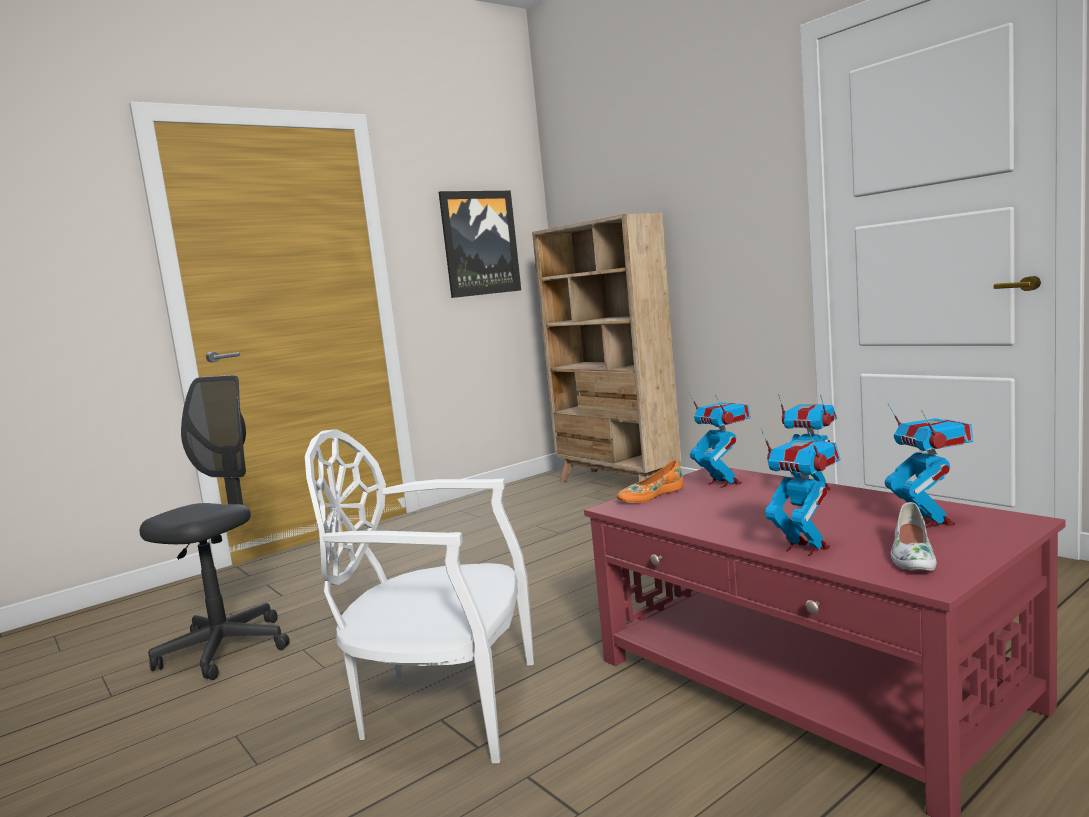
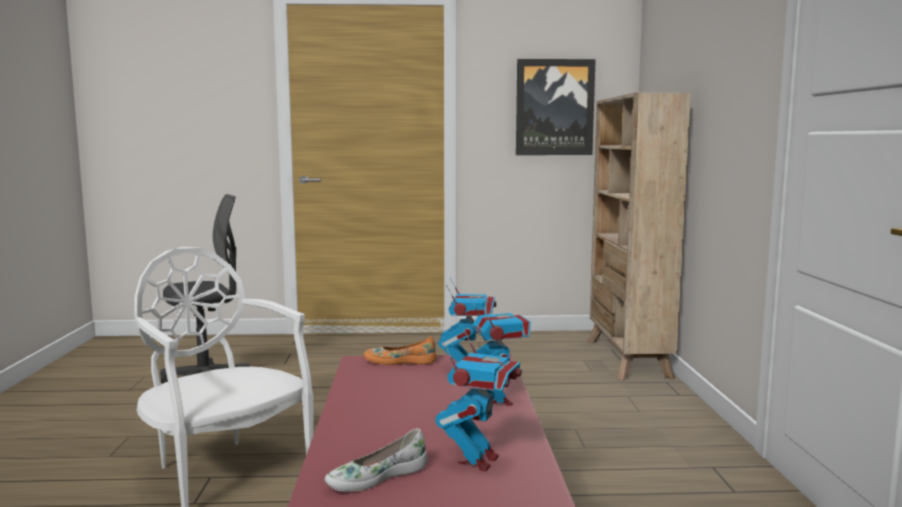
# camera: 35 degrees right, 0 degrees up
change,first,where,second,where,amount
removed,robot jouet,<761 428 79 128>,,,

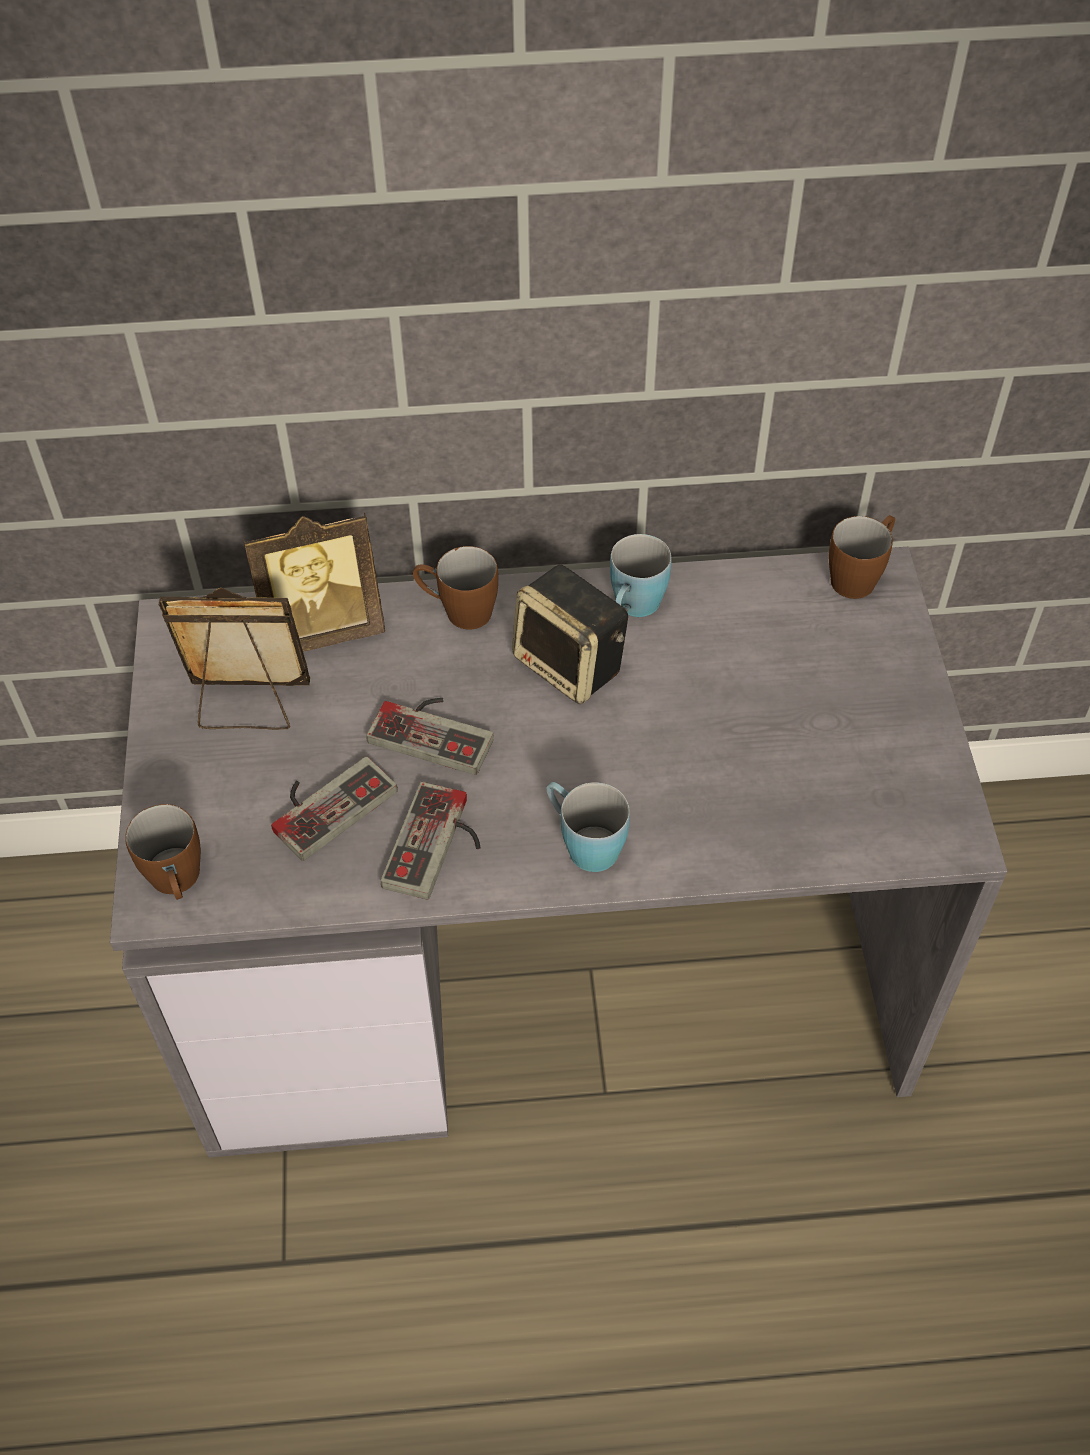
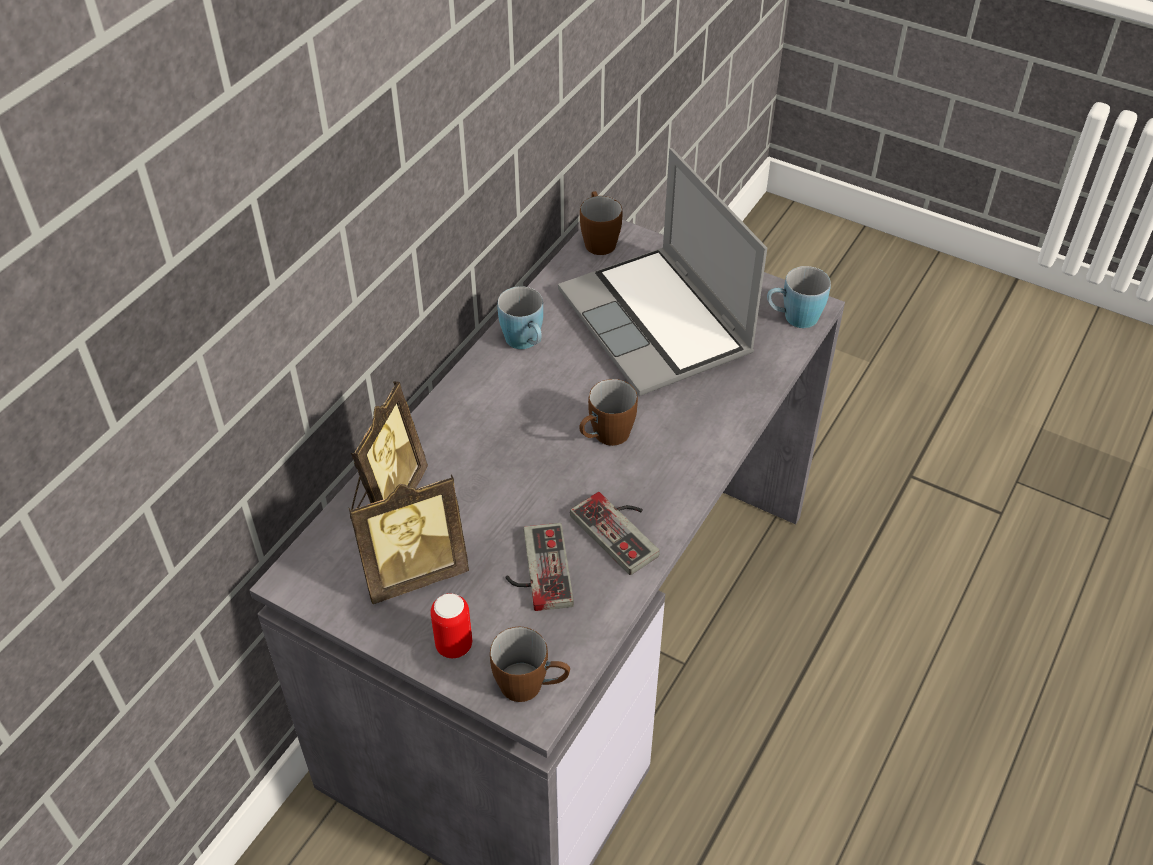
# camera: 55 degrees left, 5 degrees down
change,first,where,second,where,amount
turned,cadre photo,<159 588 151 142>,,<348 474 121 130>,150 degrees counterclockwise
removed,manette,<366 698 128 77>,,,
moved,mug [marron],<413 546 85 84>,,<579 379 59 67>,
removed,enceinte,<512 565 116 139>,,,
moved,mug [bleu],<547 782 83 90>,,<767 266 64 62>,
added,,,boîte métallique,<431 593 41 65>,
added,,,ordinateur portable,<558 148 209 248>,

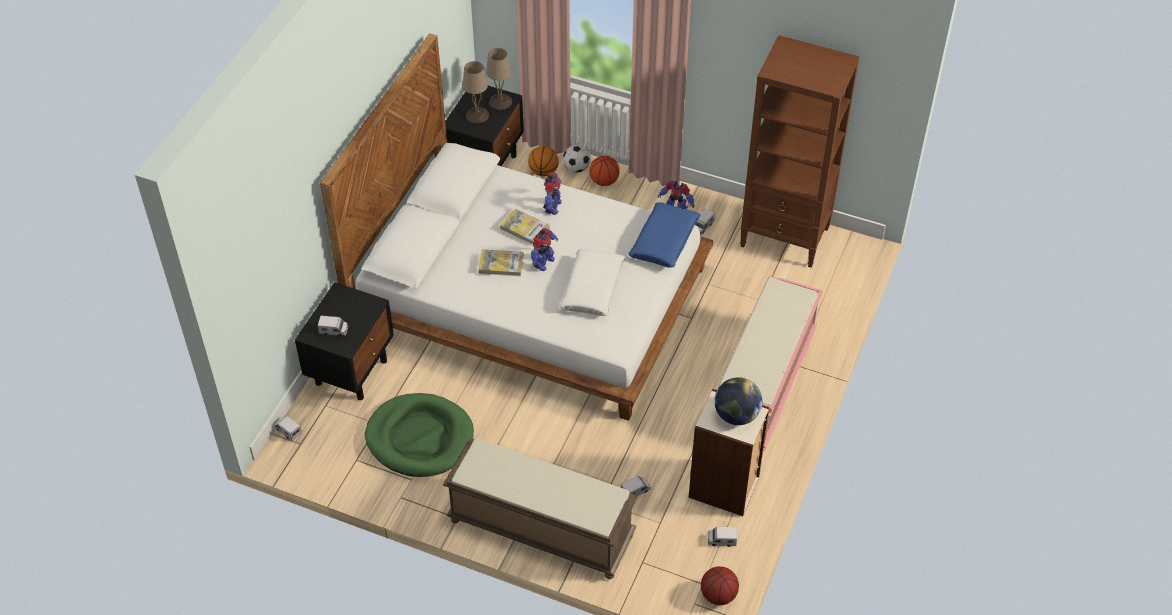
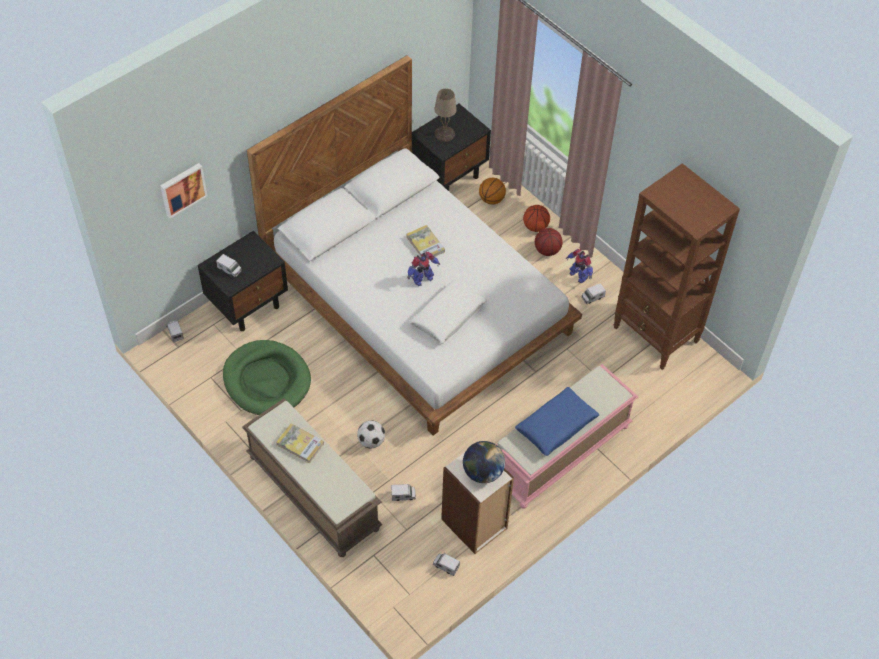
# camera: 25 degrees right, 5 degrees up
change,first,where,second,where,amount
moved,livre,<478 249 46 27>,,<276 423 48 40>,
removed,lampe de table [beige],<486 48 26 62>,,,
removed,robot jouet,<543 172 19 43>,,,
moved,ballon de foot,<563 145 28 28>,,<357 420 28 29>,
moved,coussin [bleu],<628 202 72 66>,,<515 387 84 69>,
moved,ballon de basket,<701 566 38 39>,,<535 228 28 28>,
added,,,tableau,<160 163 47 55>,

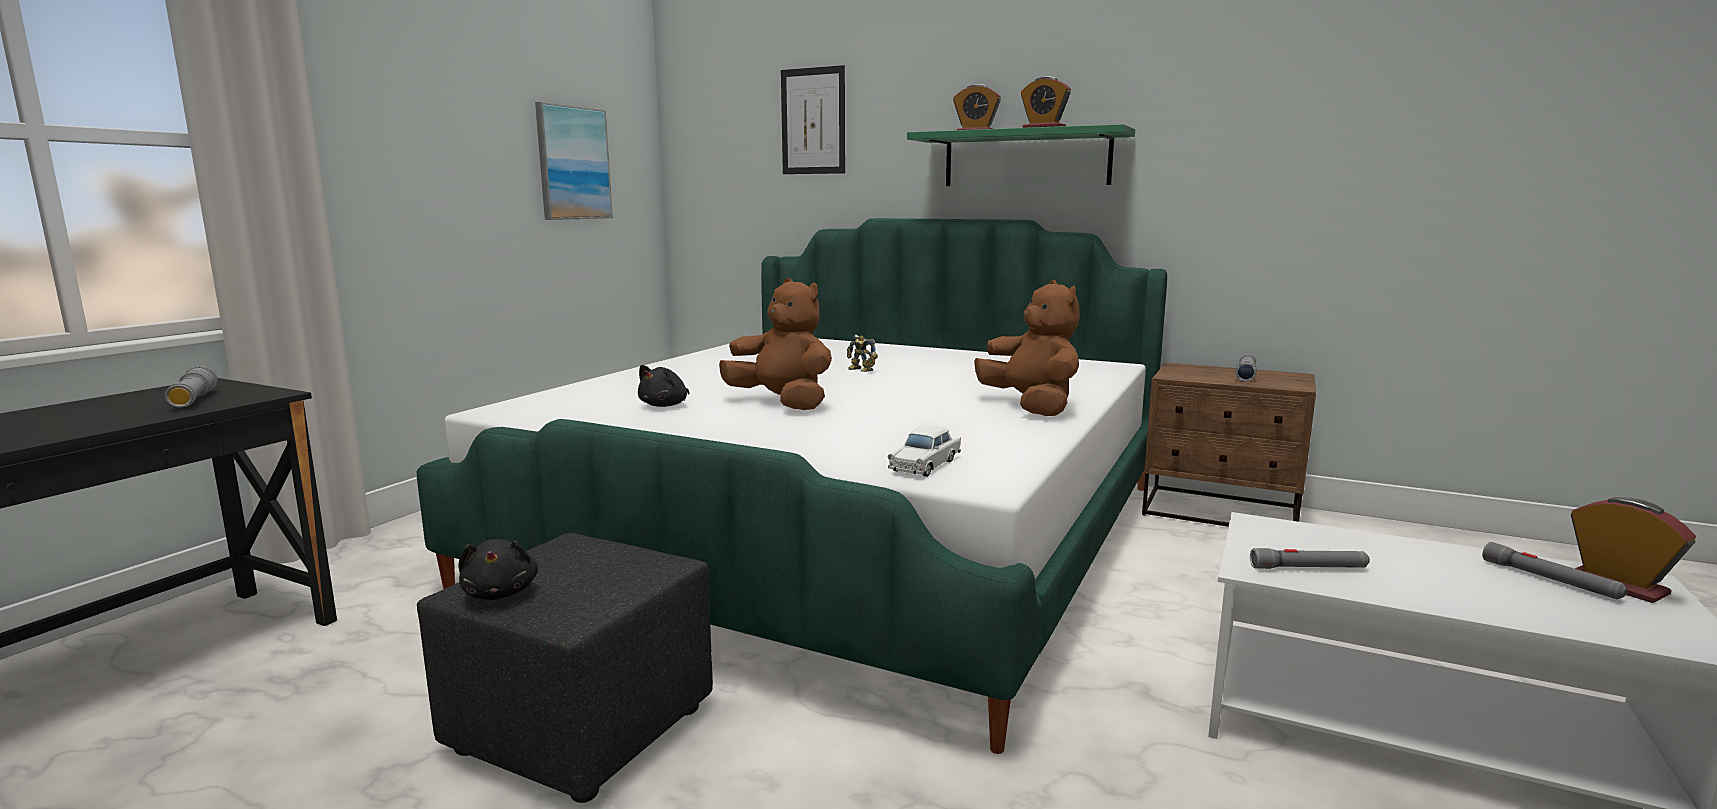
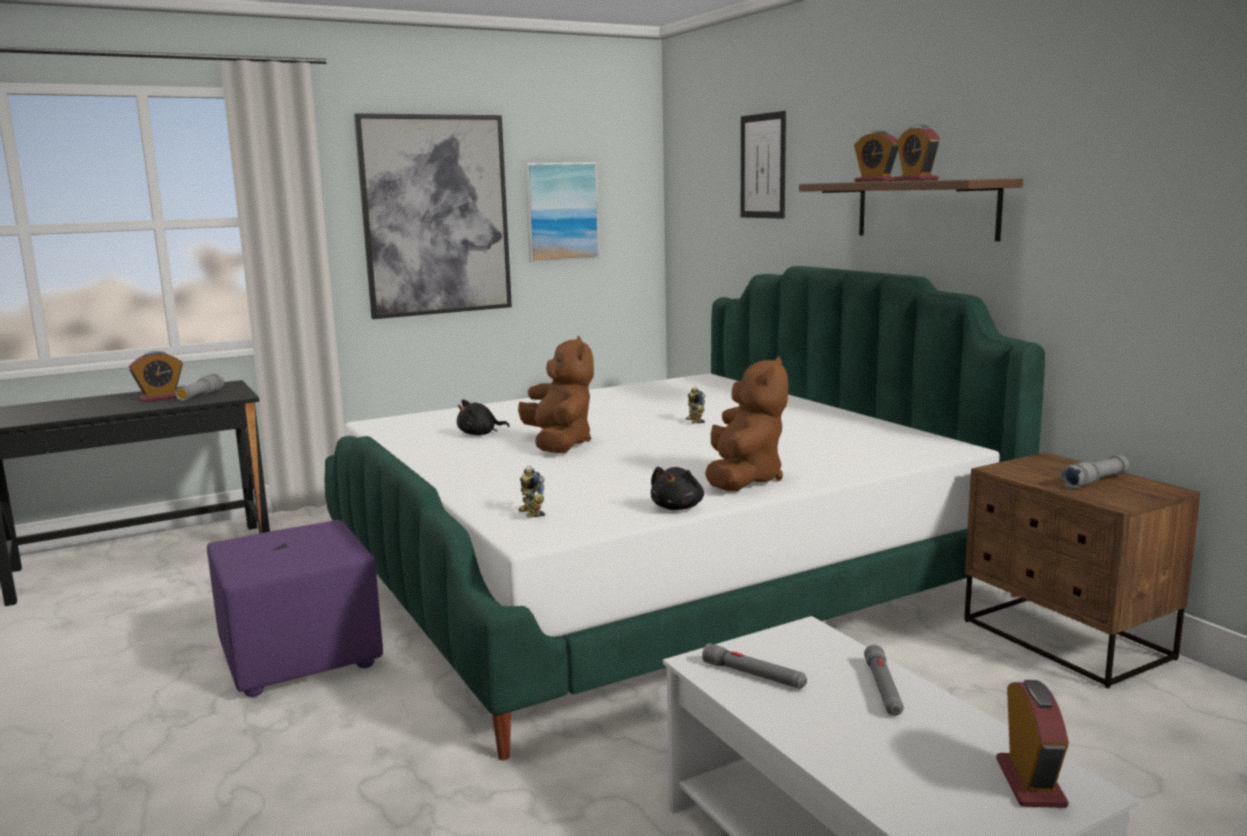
# camera: 35 degrees right, 0 degrees up
change,first,where,second,where,amount
recoloured,pouf [noir],<417 533 296 270>,pouf [violet],<207 520 176 177>,
moved,peluche [noir],<458 539 80 61>,,<651 467 53 43>,
replaced,petite voiture [blanc],<888 426 73 51>,robot jouet,<518 466 27 52>,
recoloured,étagère [vert],<907 124 228 62>,étagère [marron],<799 178 224 63>,
moved,lampe de poche [gris],<1482 542 145 57>,,<864 645 40 71>,
added,,,réveil,<129 351 54 51>,
added,,,tableau,<354 113 158 206>,

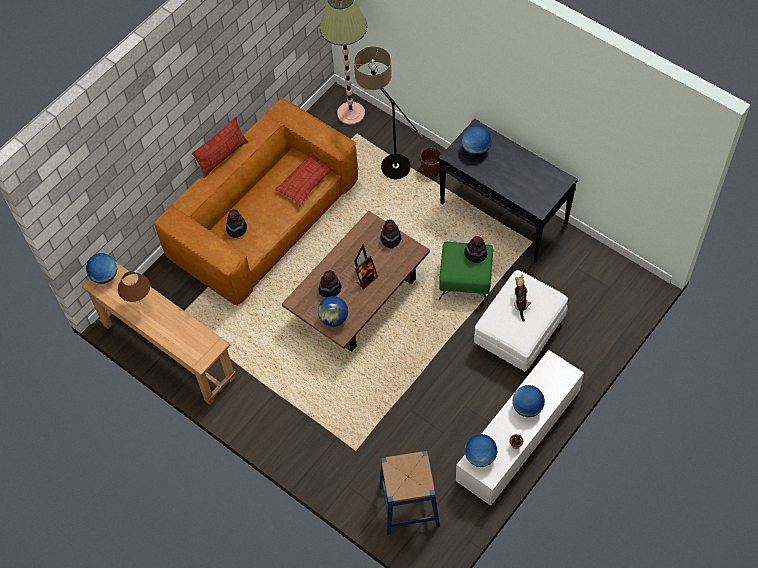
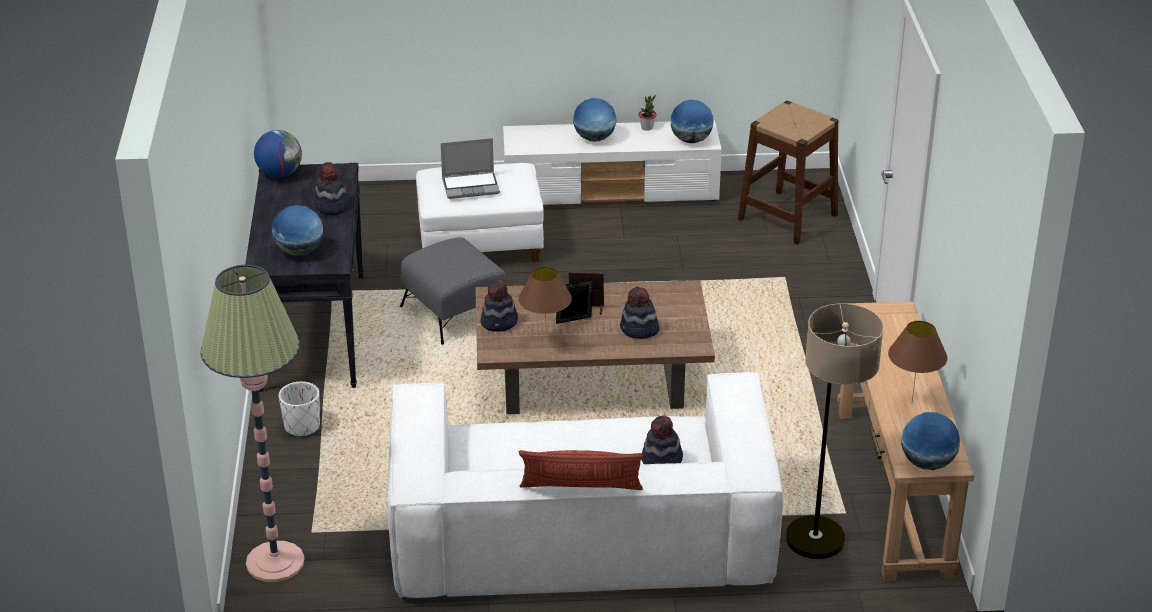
# camera: 135 degrees left, 25 degrees down
change,first,where,second,where,amount
recoloured,canapé [marron],<154 98 204 208>,canapé [blanc],<387 372 397 226>,
removed,coussin,<274 153 60 53>,,,
moved,globe,<318 296 30 31>,,<254 130 48 48>,
moved,lampadaire,<354 46 69 133>,,<786 303 98 256>,
recoloured,tabouret [bleu],<379 451 61 84>,tabouret [marron],<738 101 101 144>,
recoloured,cache-pot [marron],<420 147 22 29>,cache-pot [blanc],<279 381 41 56>,
recoloured,pouf [vert],<439 242 54 62>,pouf [gris],<400 237 107 107>,
moved,chapeau,<464 236 23 27>,,<314 162 35 53>,
replaced,peluche,<514 275 17 47>,ordinateur portable,<441 138 59 61>,
added,,,lampe de table [marron],<518 267 54 77>,

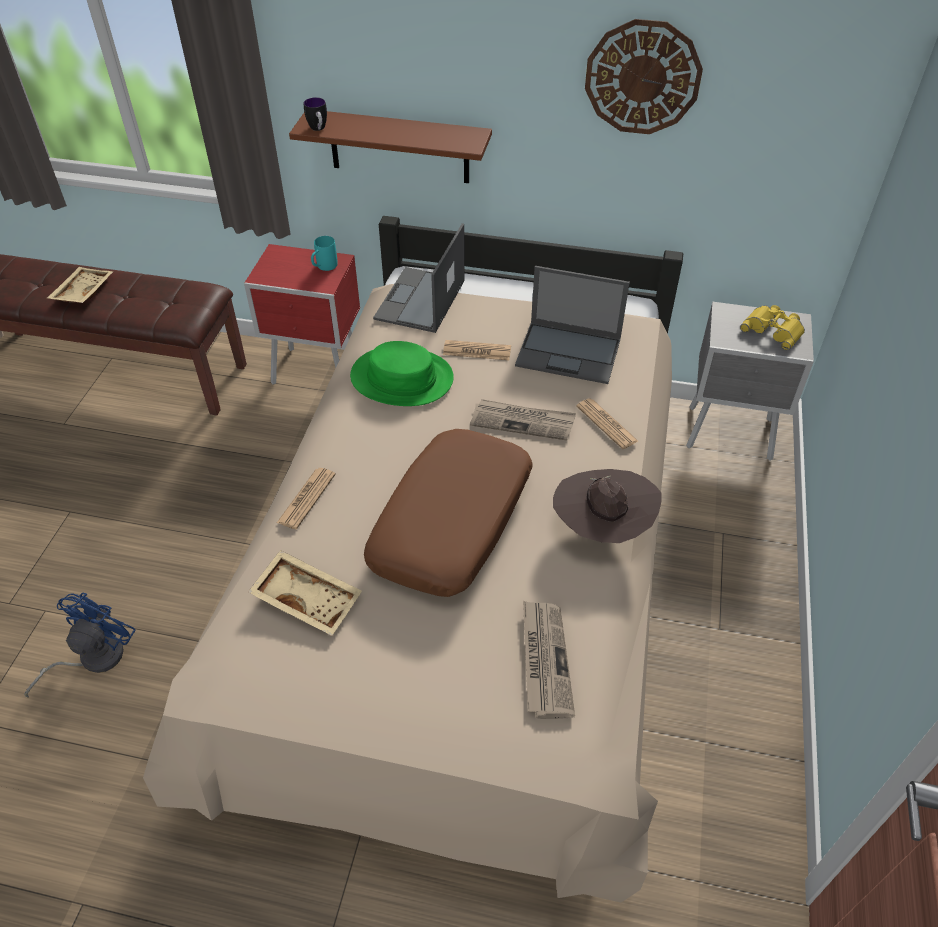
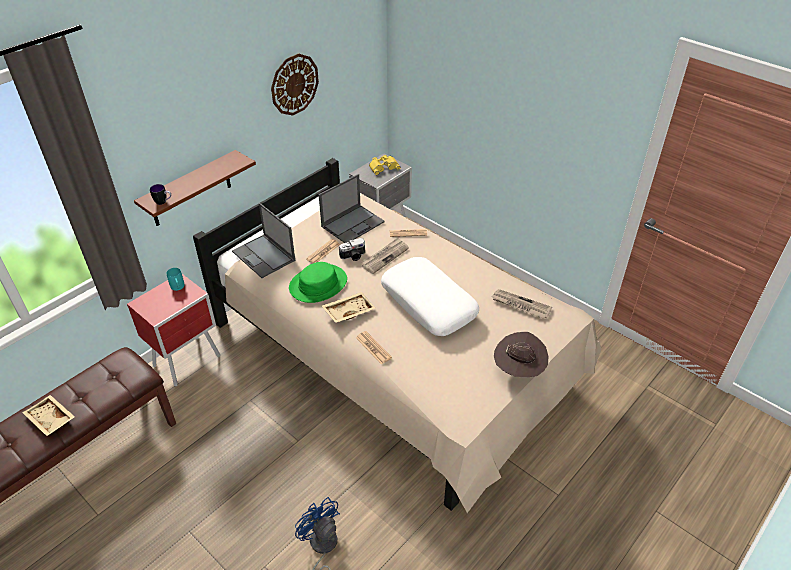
# camera: 60 degrees left, 5 degrees down
change,first,where,second,where,amount
moved,plateau [beige],<248 550 114 86>,,<322 292 54 31>,
recoloured,coussin [marron],<364 429 169 168>,coussin [blanc],<381 257 98 79>,
moved,chapeau [marron],<553 469 108 74>,,<494 332 55 45>,
added,,,appareil photo,<339 238 26 23>,

